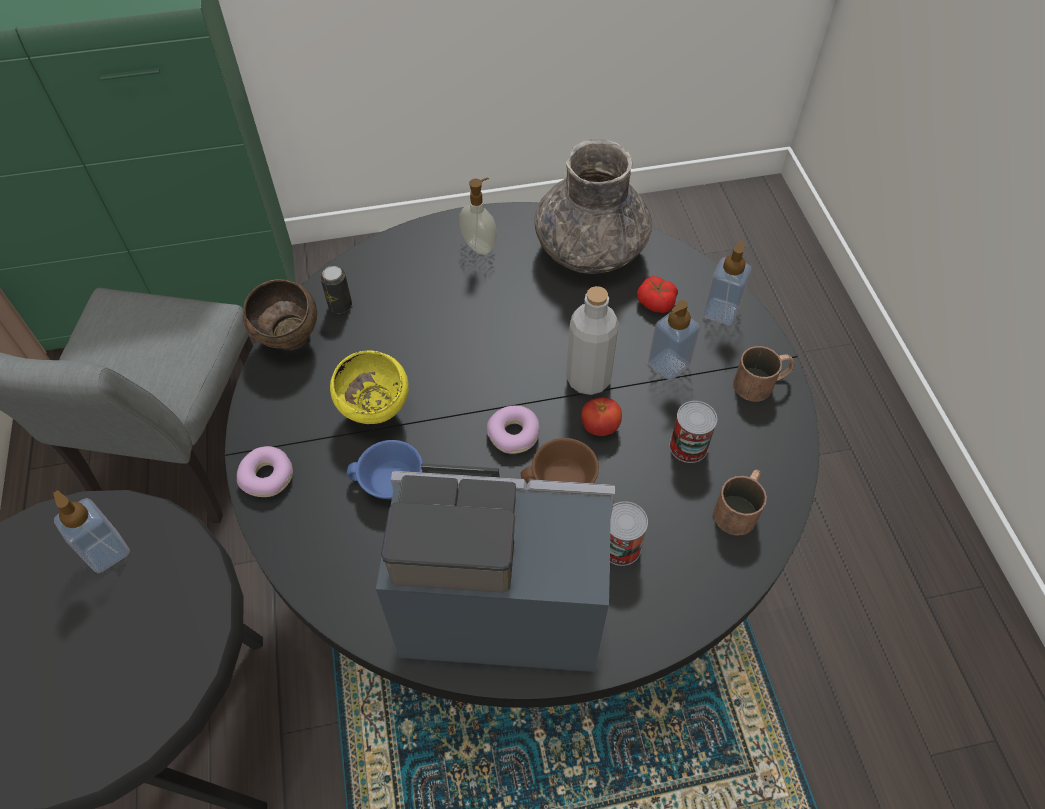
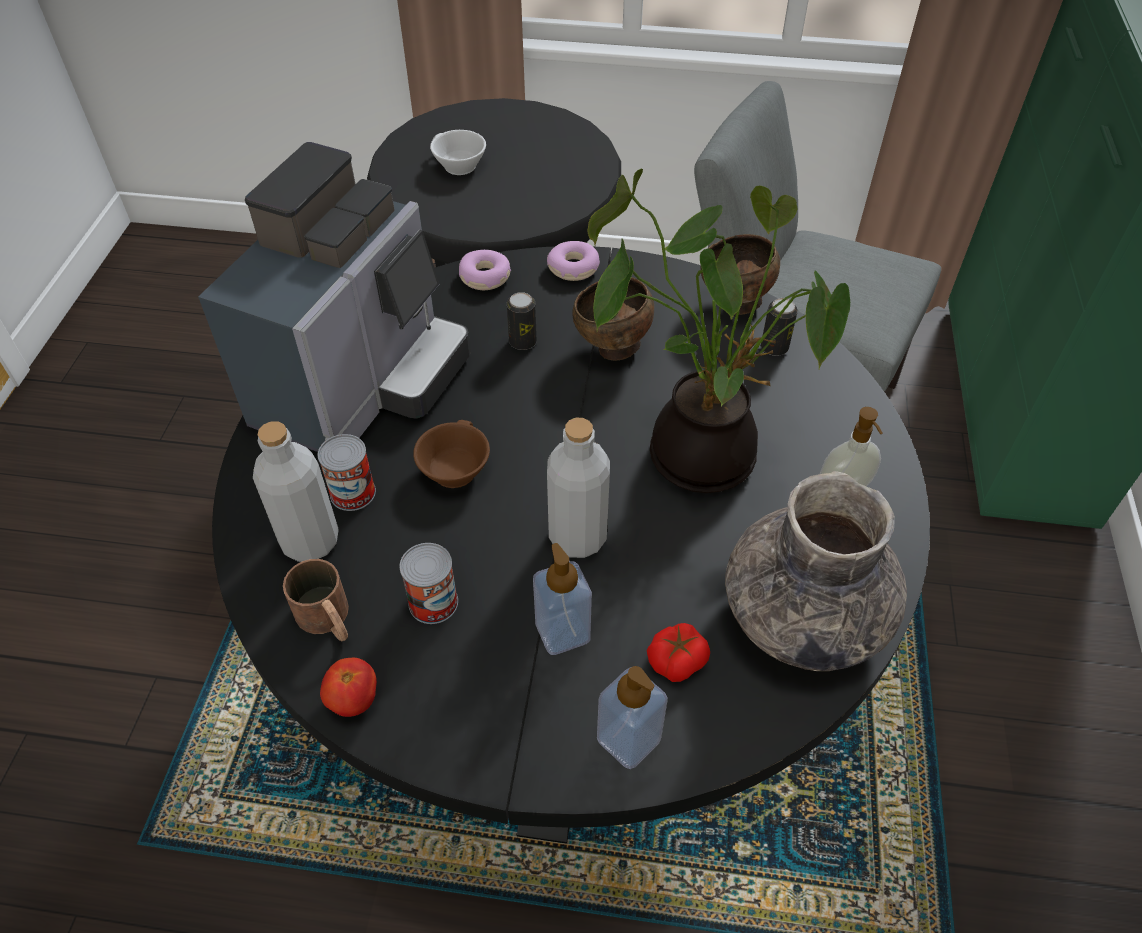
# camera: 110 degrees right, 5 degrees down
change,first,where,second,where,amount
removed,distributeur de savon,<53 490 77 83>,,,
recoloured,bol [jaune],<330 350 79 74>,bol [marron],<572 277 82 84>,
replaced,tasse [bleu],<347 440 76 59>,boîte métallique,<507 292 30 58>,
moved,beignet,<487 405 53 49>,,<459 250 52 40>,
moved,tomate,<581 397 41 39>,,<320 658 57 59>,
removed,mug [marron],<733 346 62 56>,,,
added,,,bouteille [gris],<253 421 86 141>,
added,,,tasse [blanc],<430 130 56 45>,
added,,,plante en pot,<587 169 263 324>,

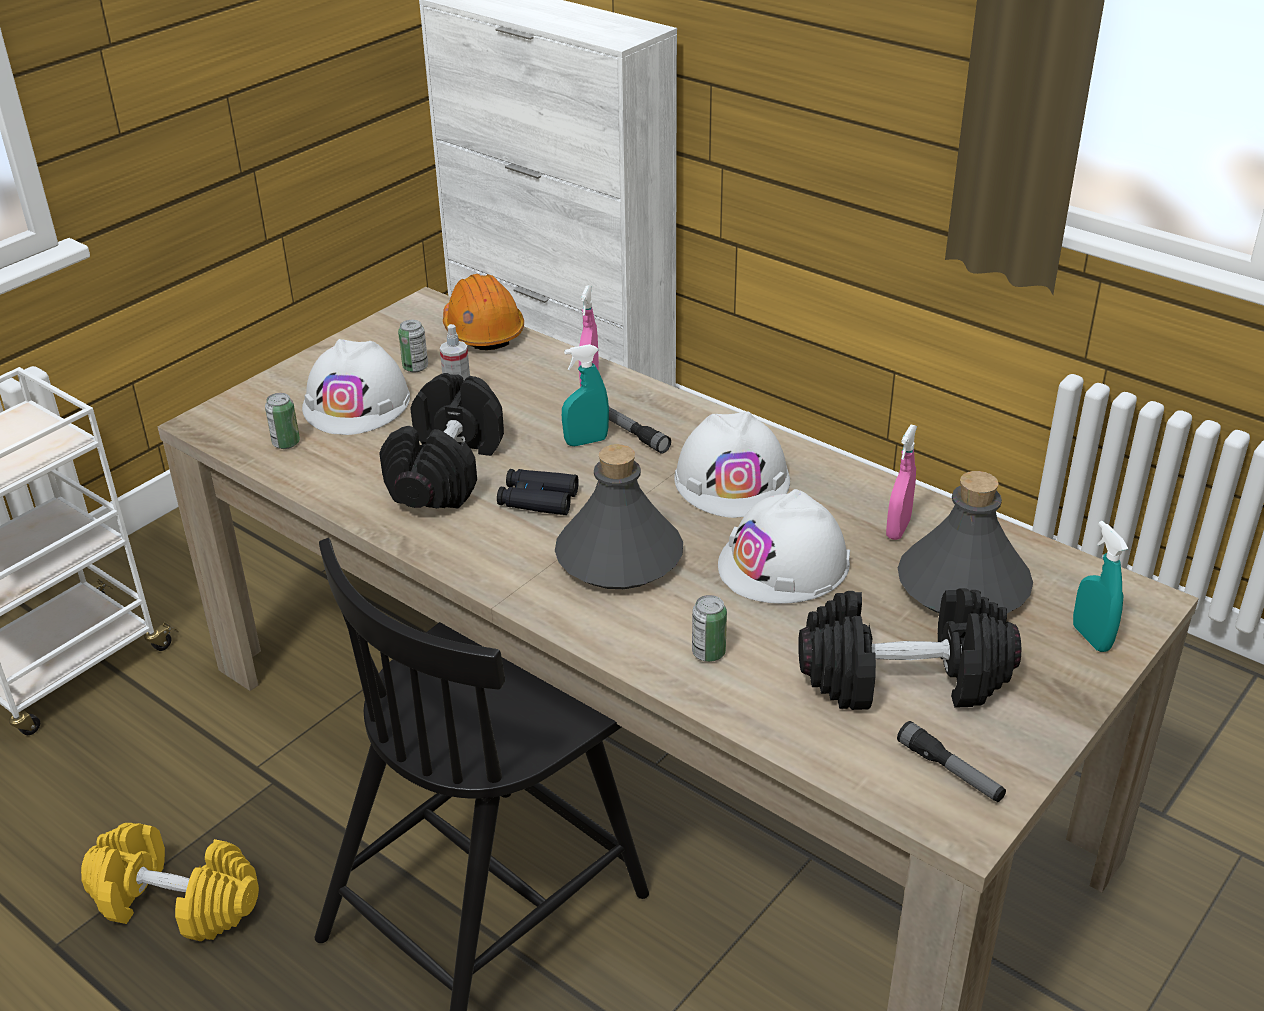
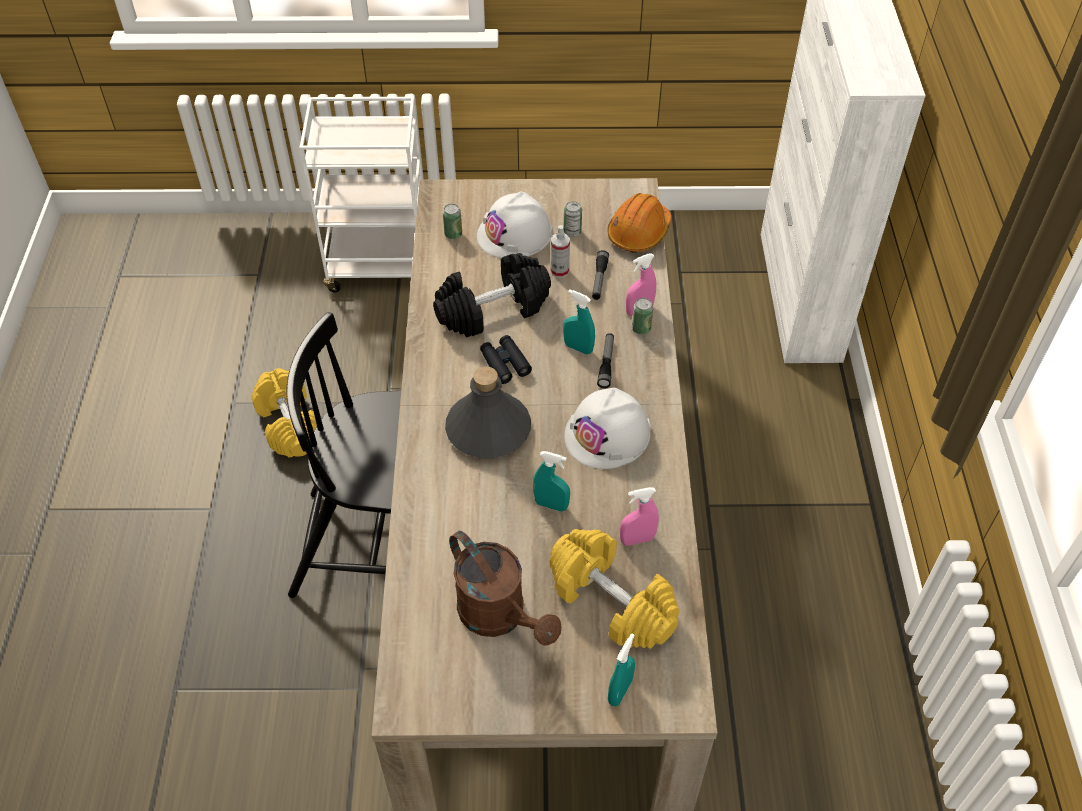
# camera: 50 degrees right, 15 degrees up
change,first,where,second,where,amount
moved,boîte métallique,<692 595 35 67>,,<632 298 21 37>,
replaced,casque de chantier [blanc],<718 489 132 115>,vaporisateur [turquoise],<533 451 37 61>,
replaced,haltère [noir],<798 588 223 122>,arrosoir [marron],<449 531 112 115>,
moved,lampe de poche,<897 721 109 81>,,<592 250 17 50>,
replaced,bouteille [gris],<898 471 135 142>,haltère [jaune],<550 529 129 120>,

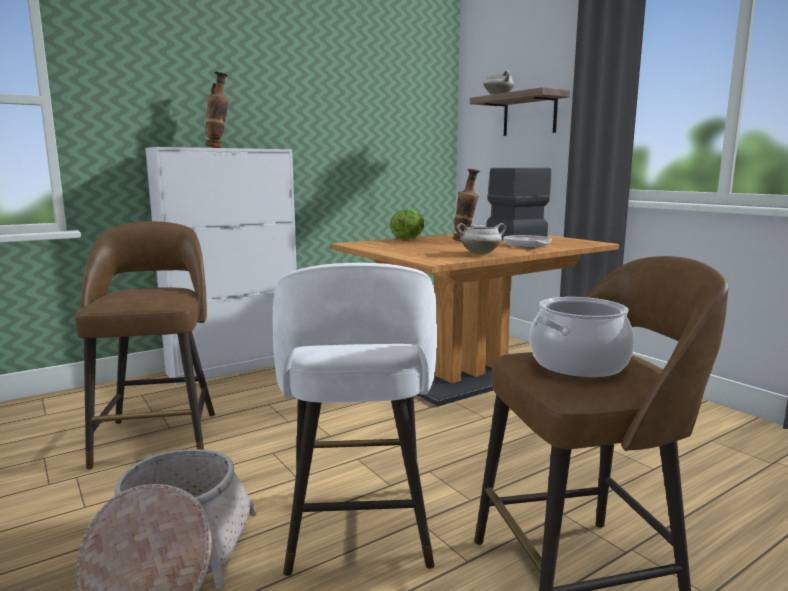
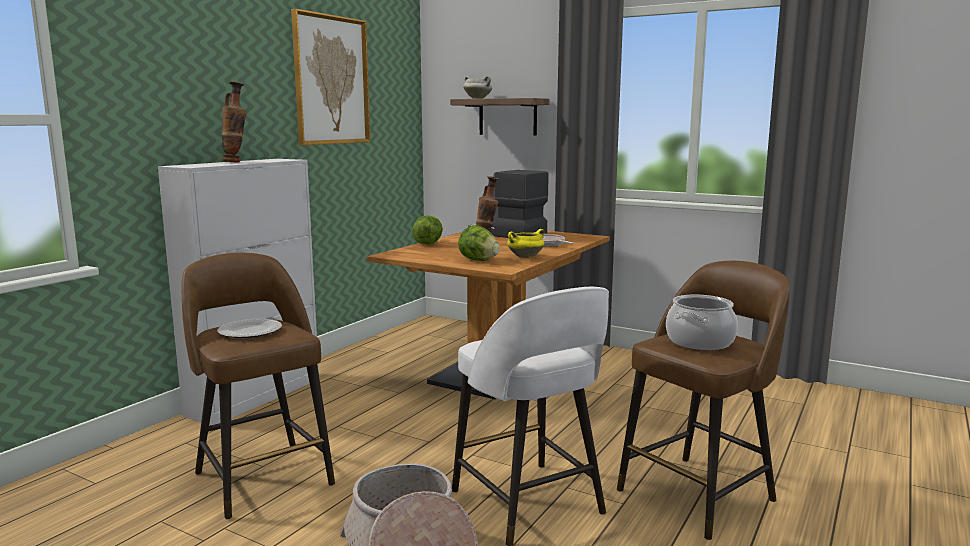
# camera: 25 degrees left, 0 degrees up
change,first,where,second,where,amount
recoloured,marmite [blanc],<457 223 49 32>,marmite [jaune],<507 229 37 29>,
added,,,assiette,<217 319 65 19>,
added,,,tableau,<291 9 79 136>,
added,,,laitue,<458 225 42 36>,

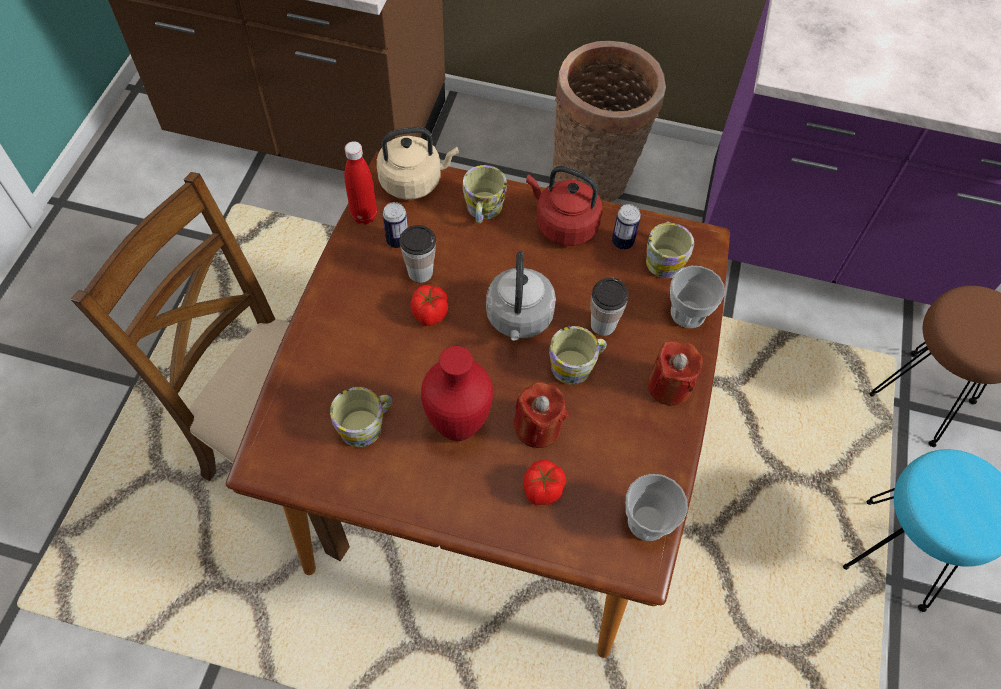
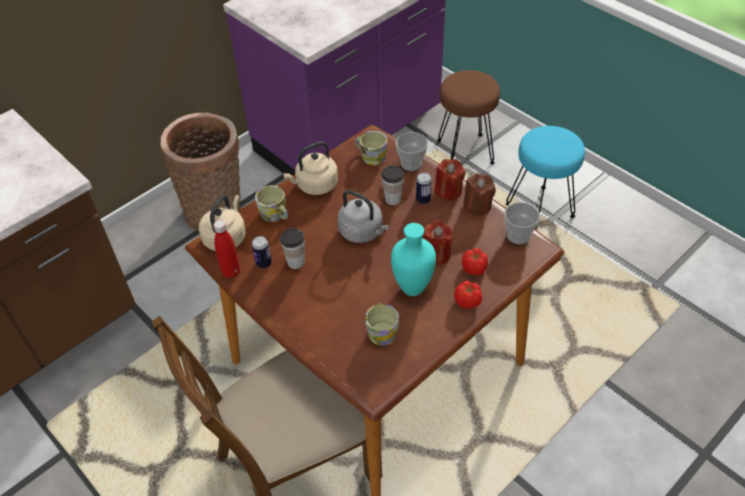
# camera: 55 degrees left, 10 degrees down
change,first,where,second,where,amount
moved,tomate,<411 285 37 41>,,<454 281 28 28>,
recoloured,vase [rouge],<421 346 72 95>,vase [turquoise],<391 223 45 73>,
recoloured,bouilloire [rouge],<526 166 76 80>,bouilloire [beige],<283 141 55 54>,
removed,mug,<549 326 58 59>,,,
moved,boîte métallique,<612 204 29 45>,,<416 172 16 32>,
added,,,bougie [marron],<463 173 33 43>,

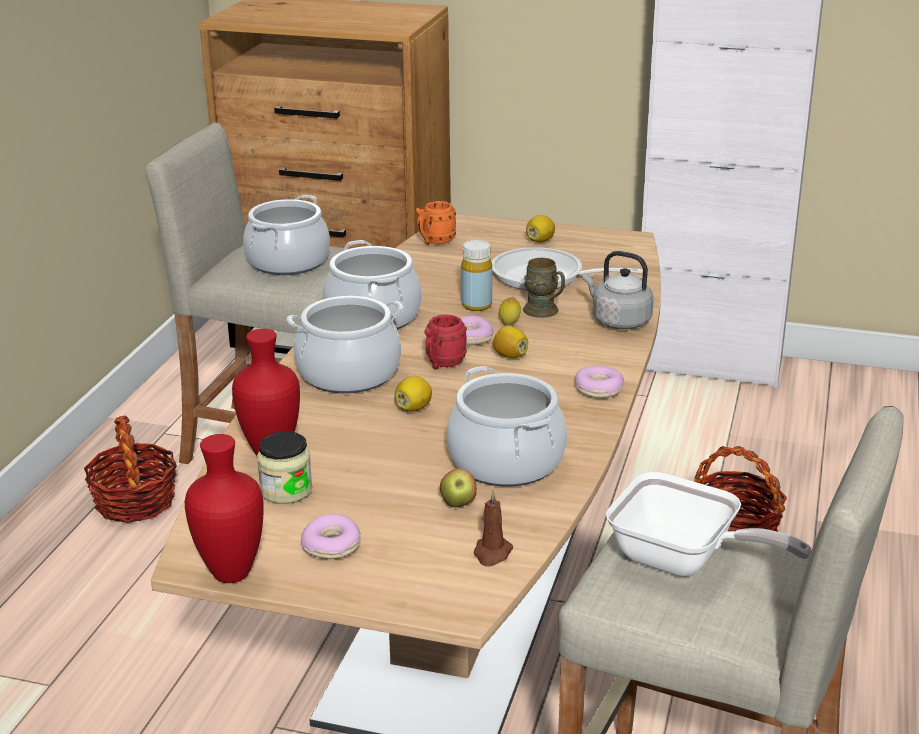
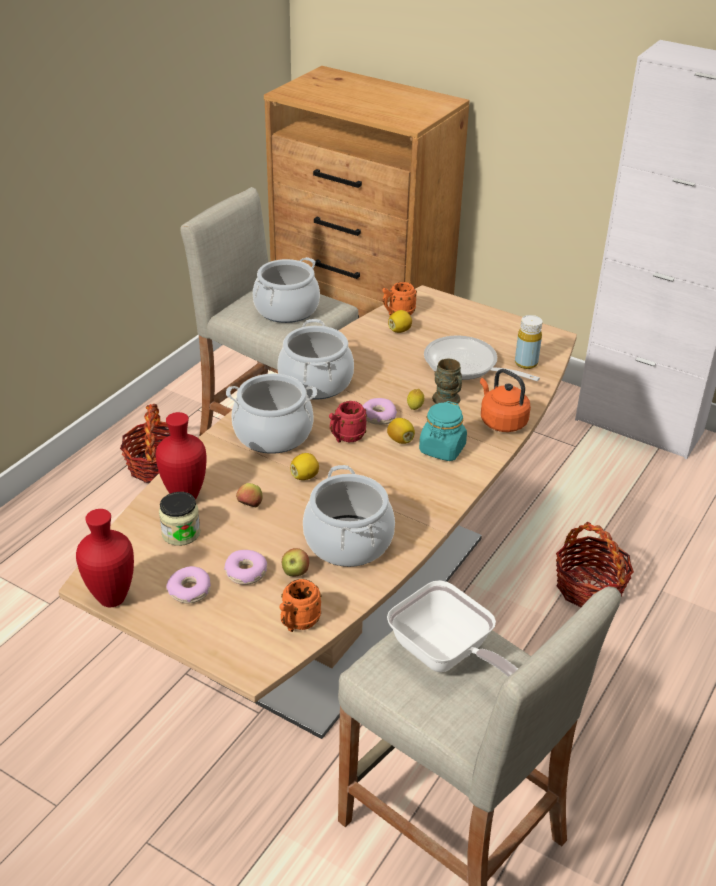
# camera: 15 degrees right, 10 degrees up
change,first,where,second,where,amount
moved,bouteille [jaune],<461 240 31 71>,,<515 315 27 54>,
replaced,bougie [marron],<474 490 39 77>,mug [orange],<279 579 43 53>,
moved,citron,<526 215 29 27>,,<388 310 24 23>,
moved,beignet,<575 366 49 32>,,<224 550 43 35>,
recoloured,bouilloire [gris],<583 251 71 78>,bouilloire [orange],<480 369 51 63>,
added,,,pomme,<236 483 26 24>,
added,,,bocal [turquoise],<419 401 48 60>,

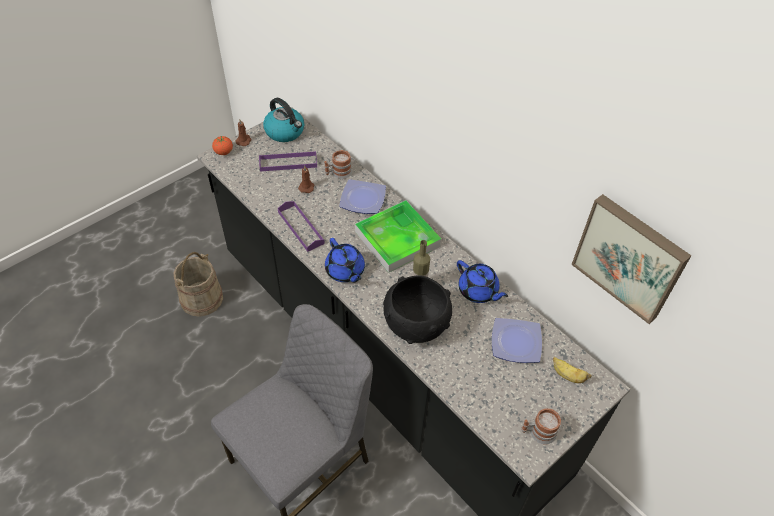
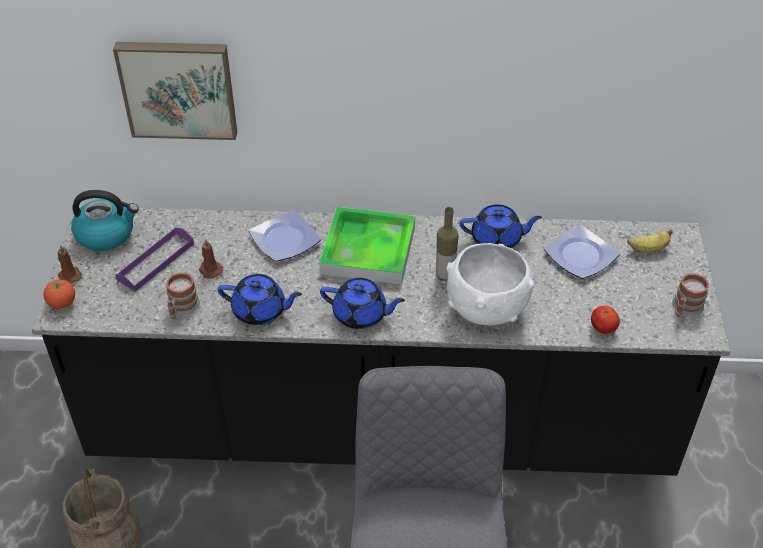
# camera: 45 degrees left, 5 degrees down
change,first,where,second,where,amount
replaced,plateau [violet],<278 201 47 51>,théière [bleu],<218 274 84 51>,
moved,mug,<324 150 28 29>,,<166 272 34 47>,
recoloured,bol [noir],<383 275 69 69>,bol [blanc],<446 243 89 83>,
moved,tableau,<571 194 121 130>,,<113 42 124 98>,
added,,,tomate,<591 306 29 28>,

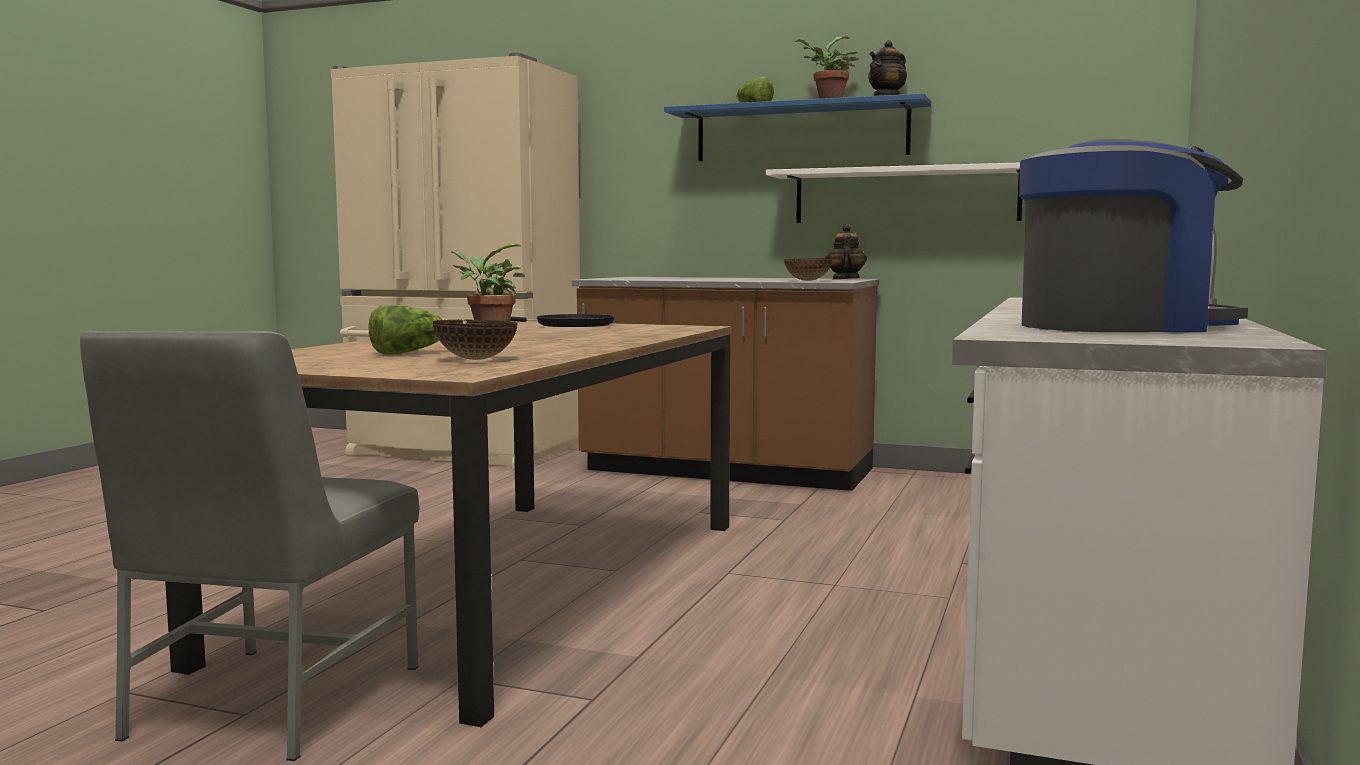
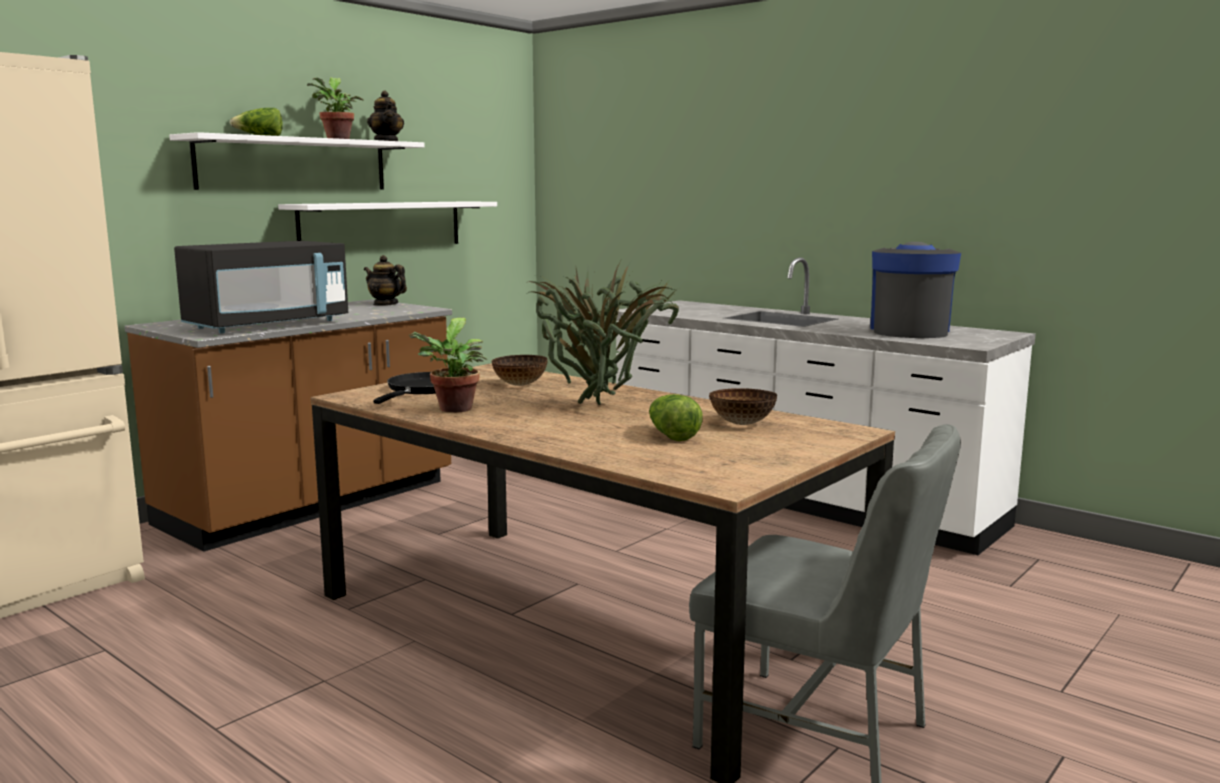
# camera: 70 degrees left, 5 degrees up
change,first,where,second,where,amount
recoloured,étagère [bleu],<664 93 267 68>,étagère [blanc],<169 132 256 58>,
moved,bol,<784 258 49 23>,,<491 355 57 31>,
added,,,micro-ondes [noir],<174 241 174 92>,
added,,,plante en pot,<528 260 151 145>,

